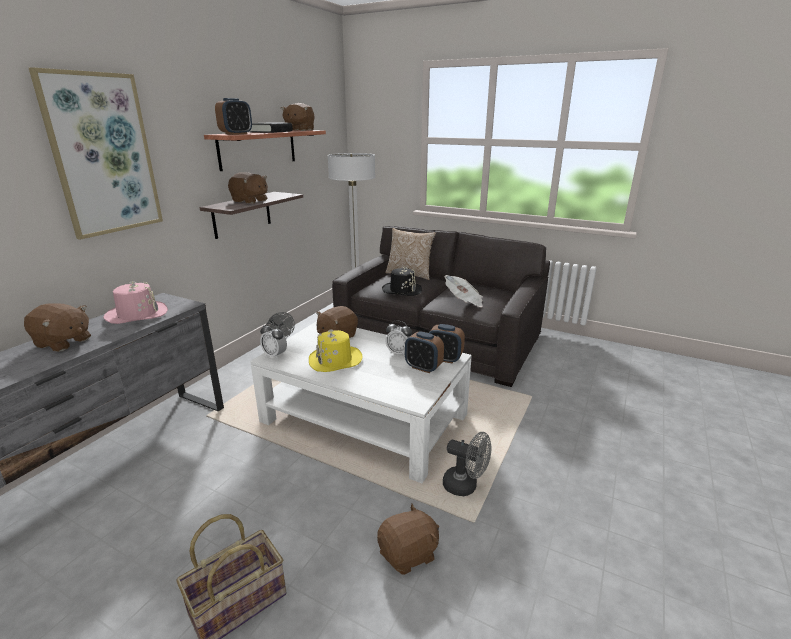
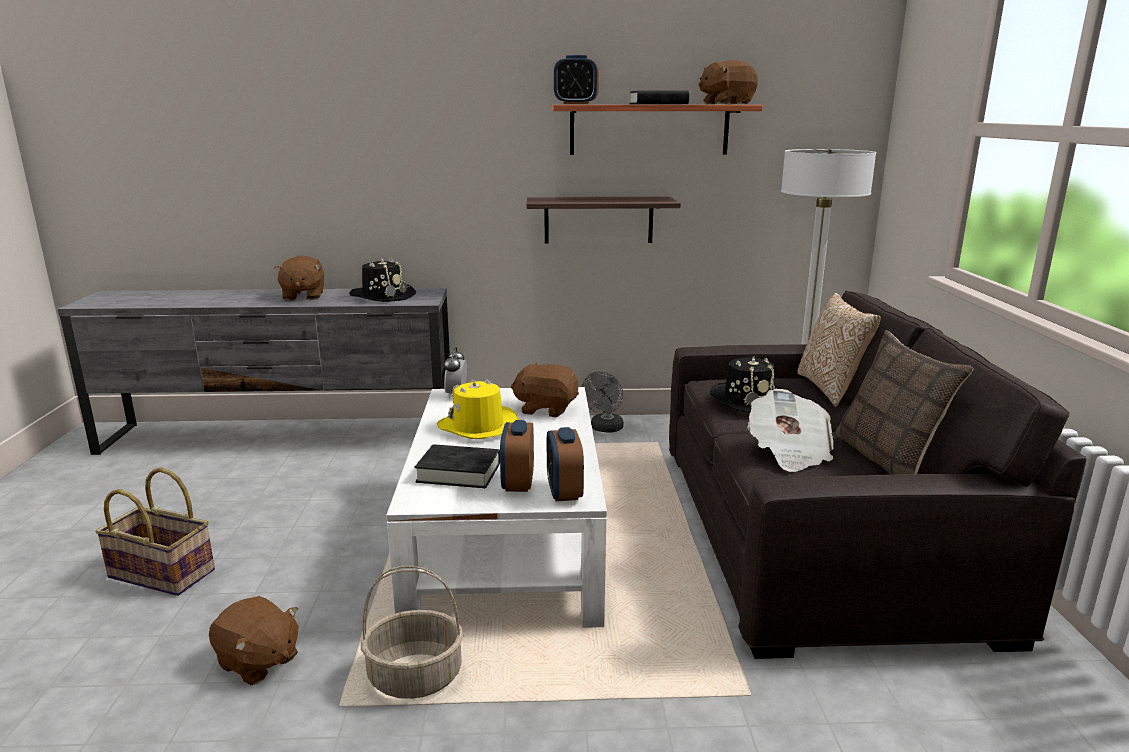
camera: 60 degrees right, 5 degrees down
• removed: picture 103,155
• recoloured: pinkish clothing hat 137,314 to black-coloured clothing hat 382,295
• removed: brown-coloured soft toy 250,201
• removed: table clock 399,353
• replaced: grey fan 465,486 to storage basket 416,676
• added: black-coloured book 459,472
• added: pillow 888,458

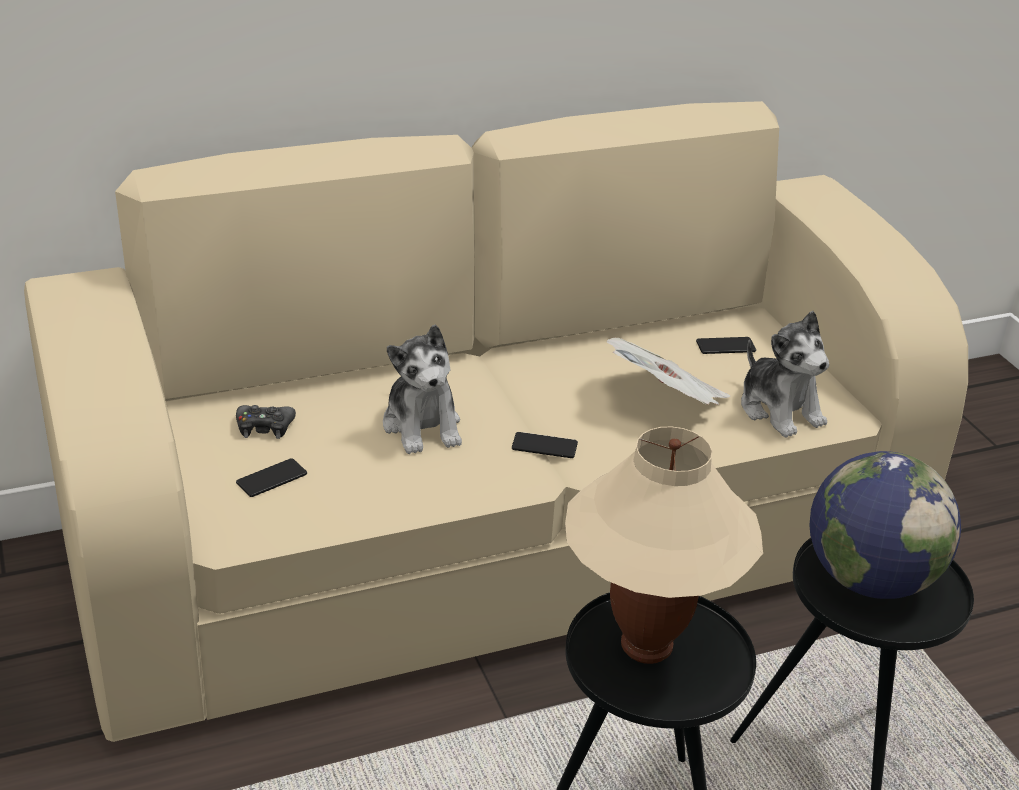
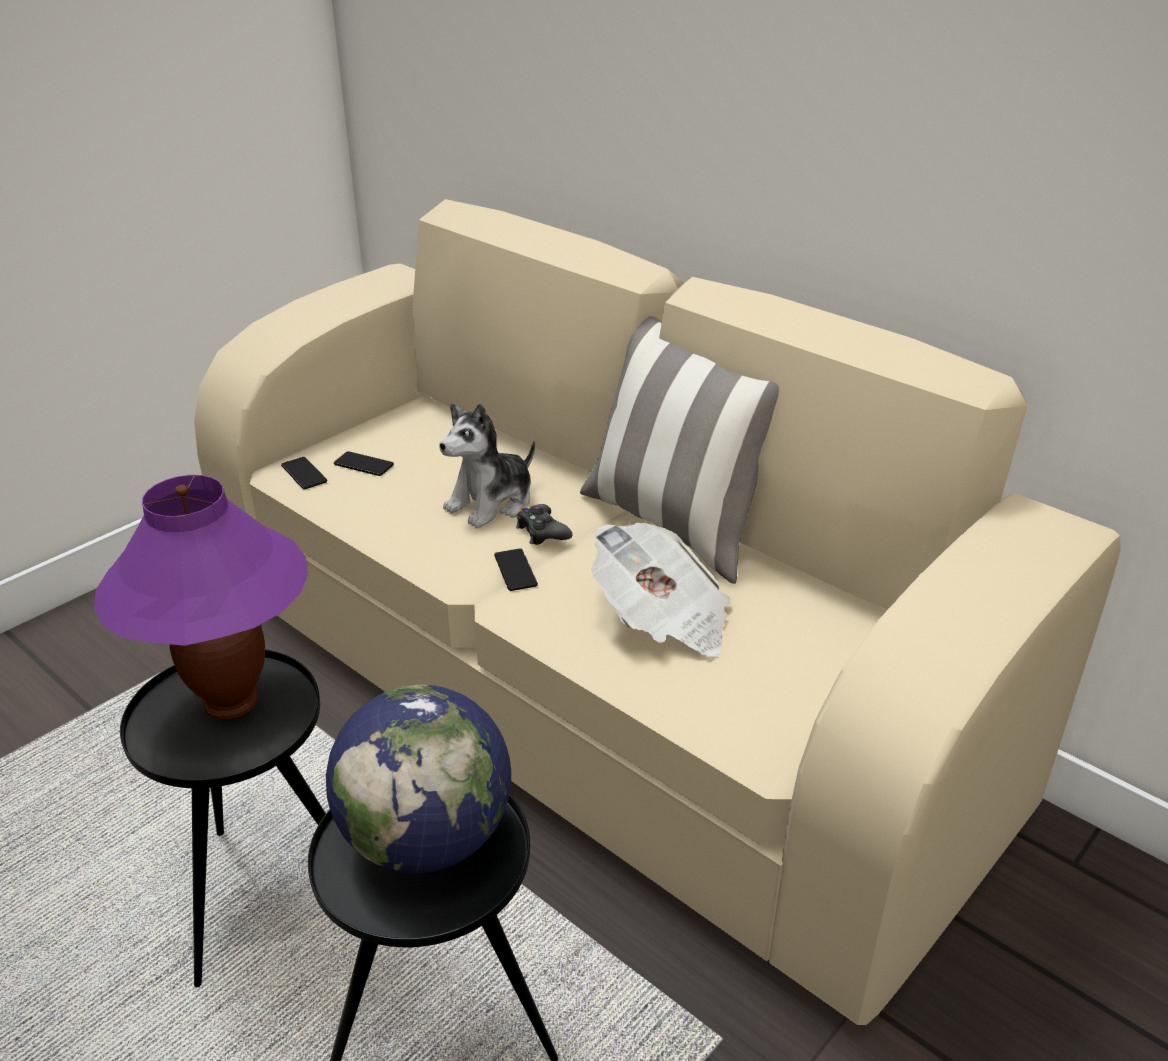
camera: 65 degrees right, 0 degrees up
• moved: black-coloured gamepad 264,427 to 542,532
• recoloured: beige tabletop lamp 646,647 to purple-coloured tabletop lamp 230,704
• moved: handset 725,346 to 304,474
• removed: soft toy 780,410
• added: pillow 677,525

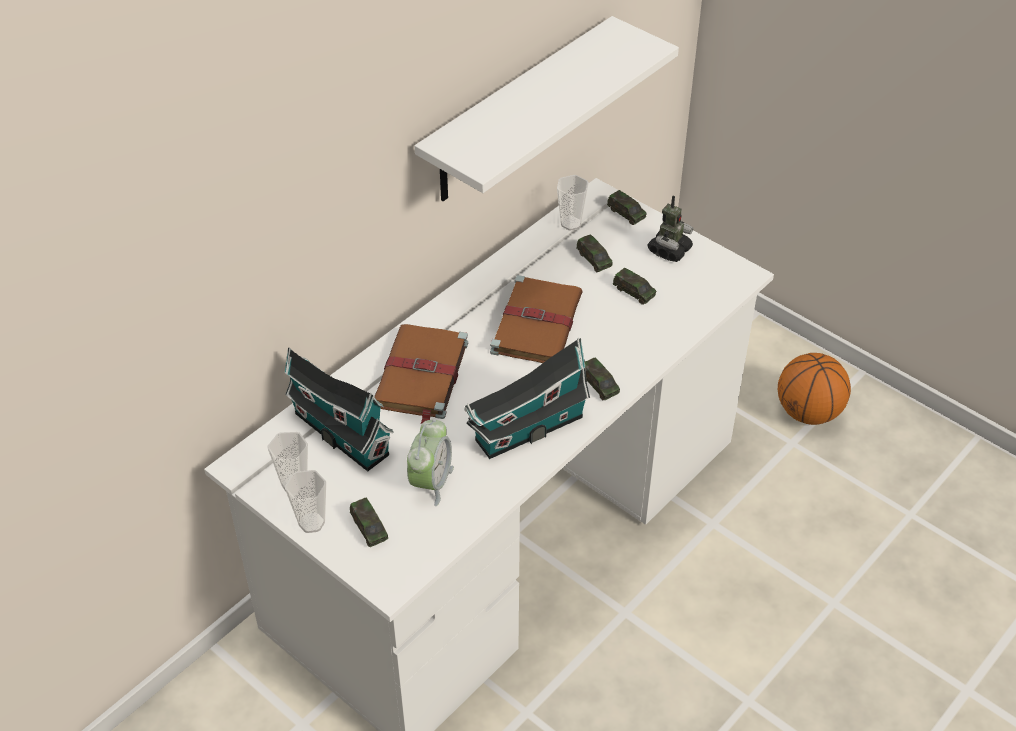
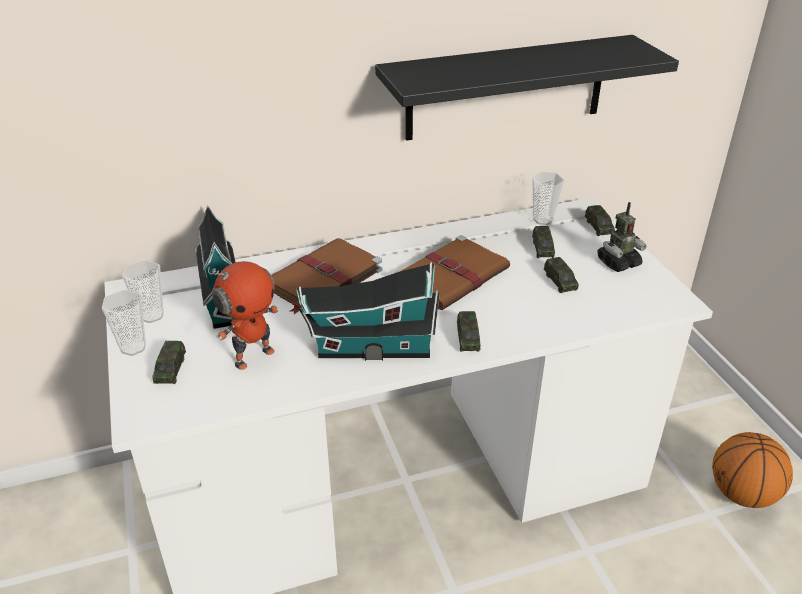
camera: 30 degrees right, 10 degrees down
• replaced: table clock 431,482 to model robot 253,356
• recoloured: whitish bracket shelf 518,112 to black-coloured bracket shelf 506,88

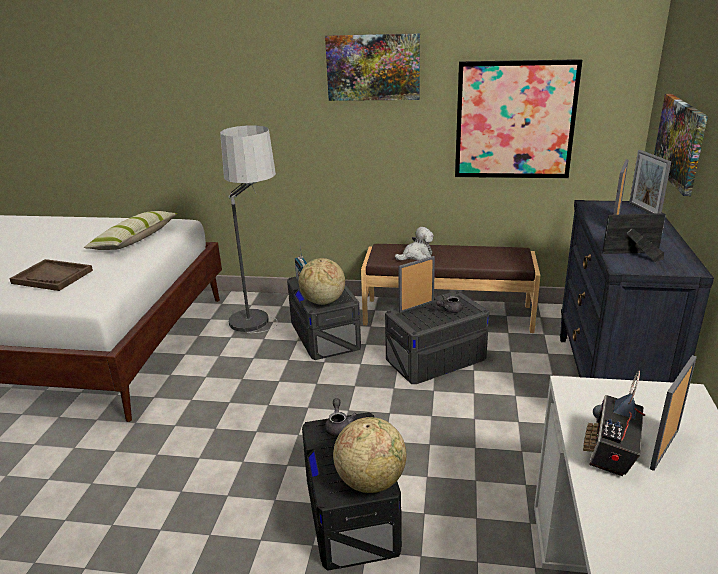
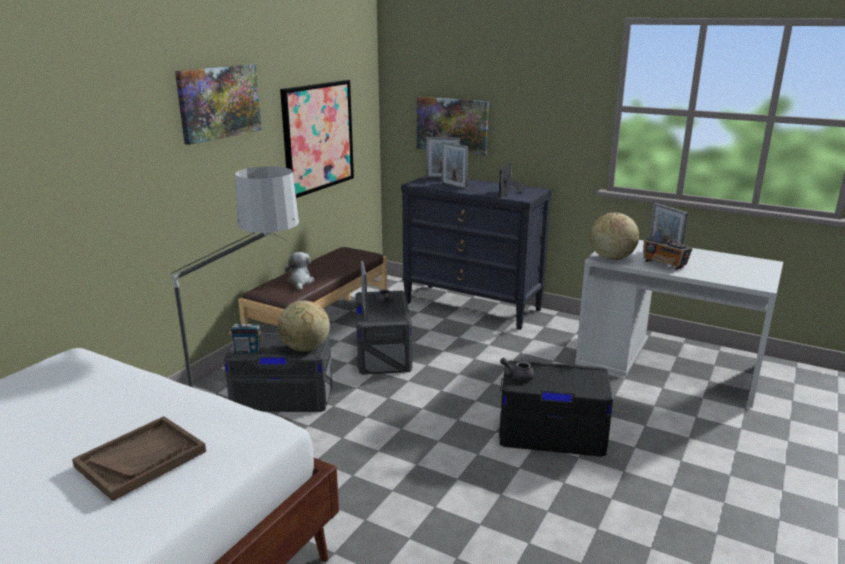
camera: 70 degrees left, 5 degrees down
• removed: pillow 135,240
• moved: desk globe 371,481 to 611,258

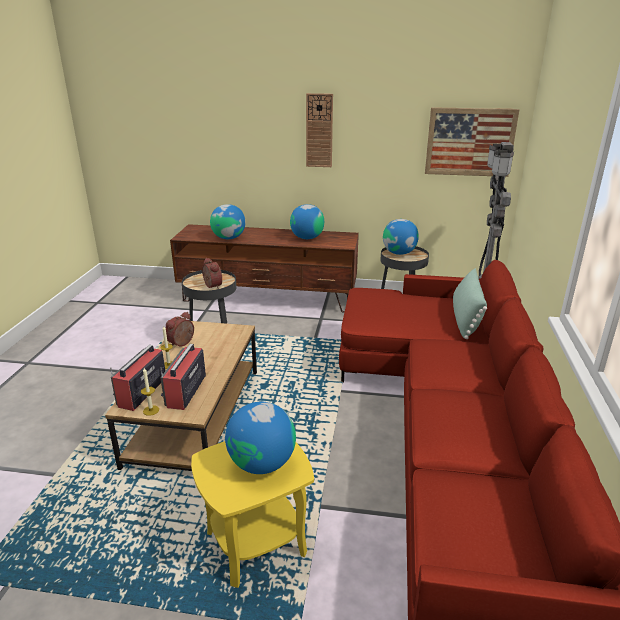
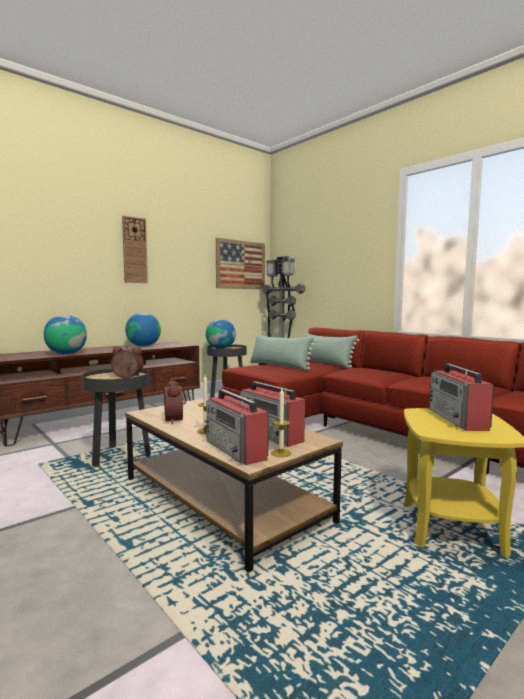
camera: 50 degrees left, 20 degrees down
• replaced: desk globe 262,463 to radio 458,419
• added: greenish pillow 280,366

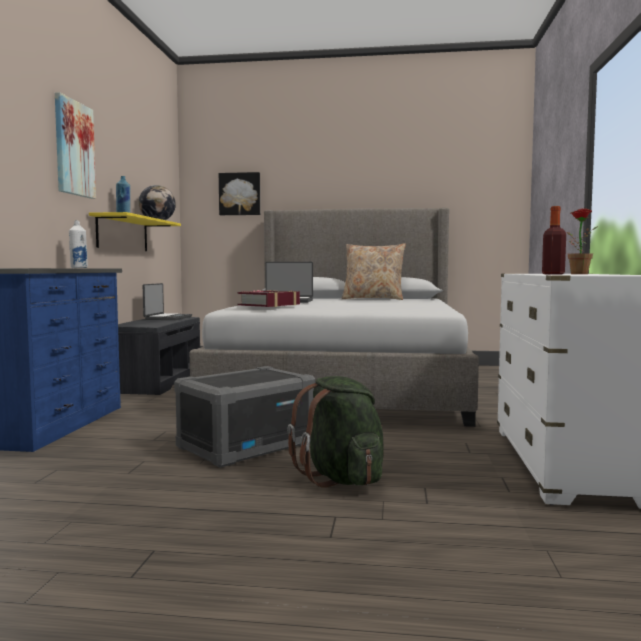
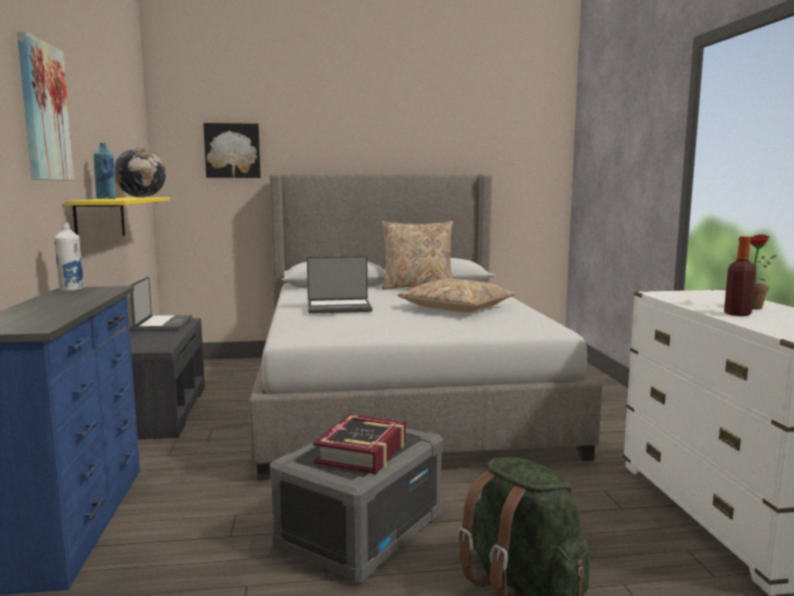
camera: 15 degrees left, 5 degrees up
• moved: book 269,305 to 362,452
• added: beige pillow 456,308

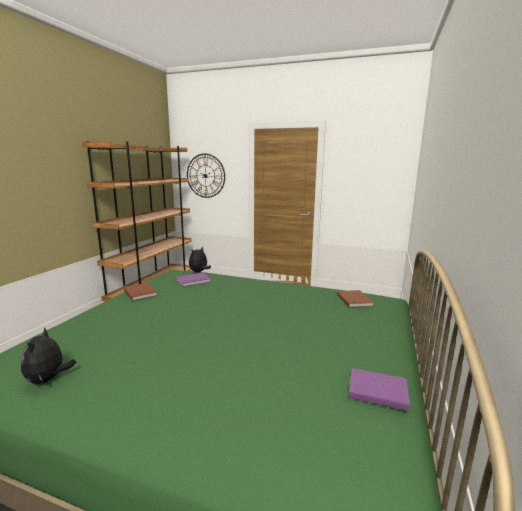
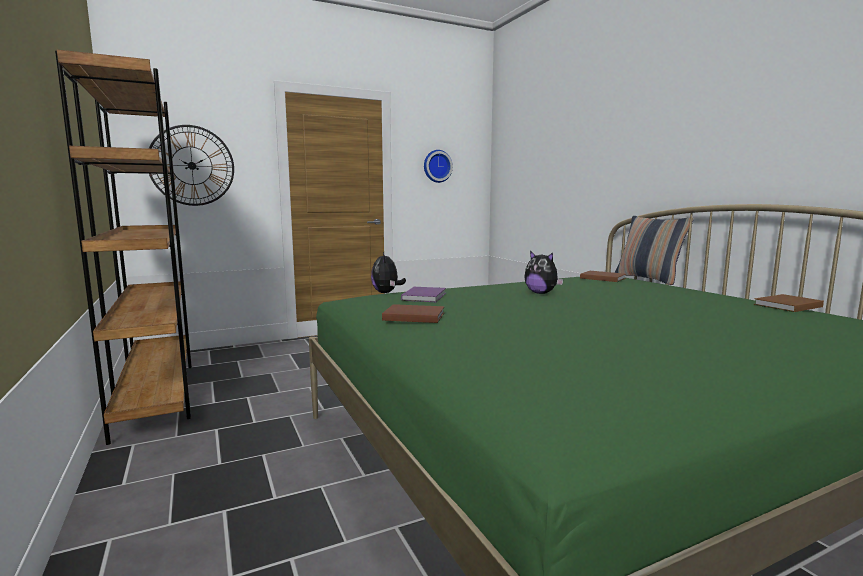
camera: 45 degrees left, 5 degrees down
• moved: soft toy 48,379 to 541,293
• recoloured: purple-coloured book 376,390 to brown-coloured book 786,305
• added: clock on the wall 437,166
• added: pillow 648,279

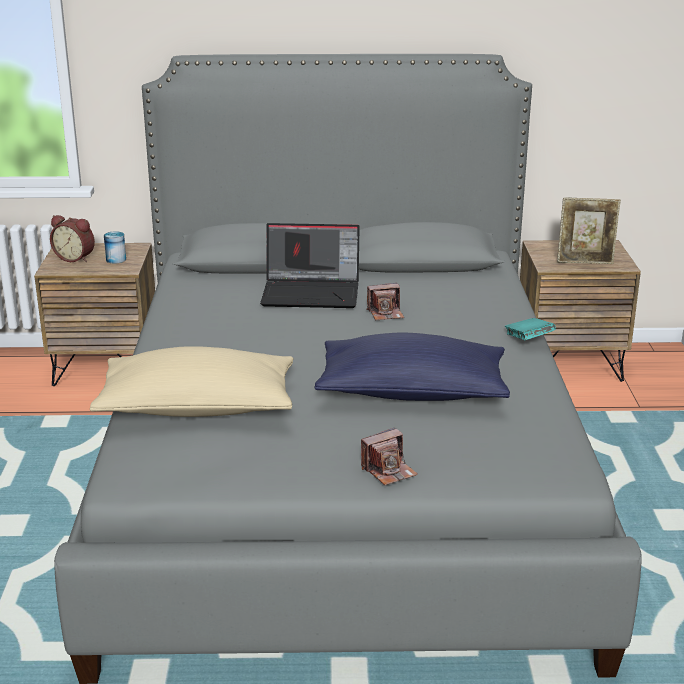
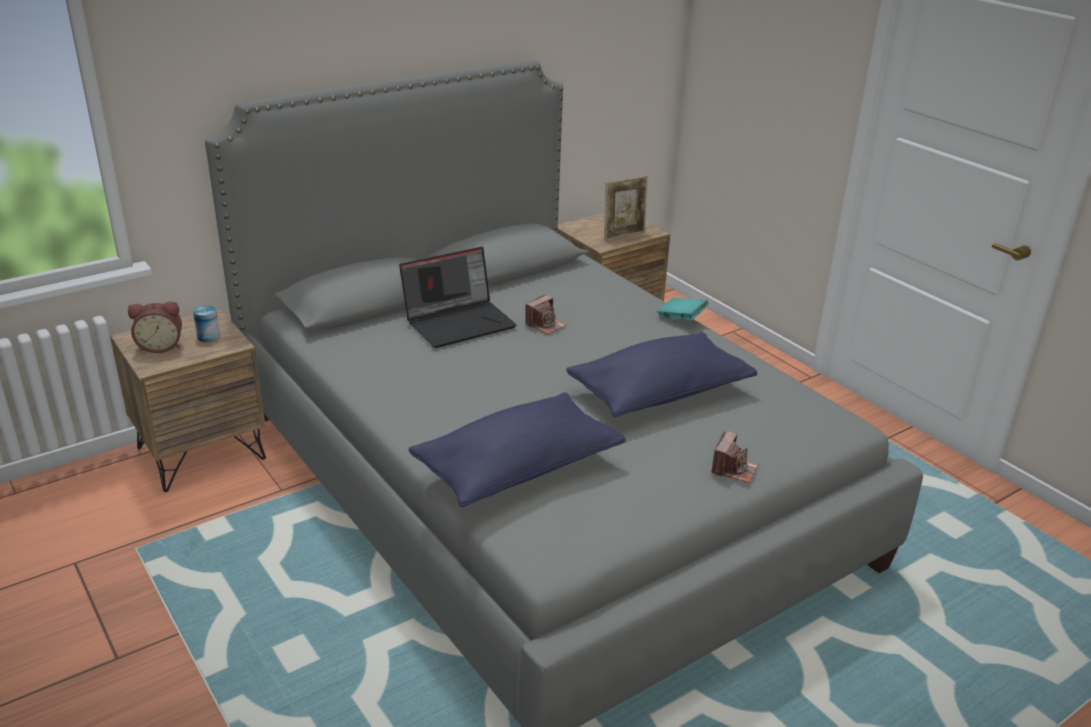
camera: 35 degrees left, 5 degrees up
• recoloured: beige pillow 197,408 to blue-coloured pillow 517,468

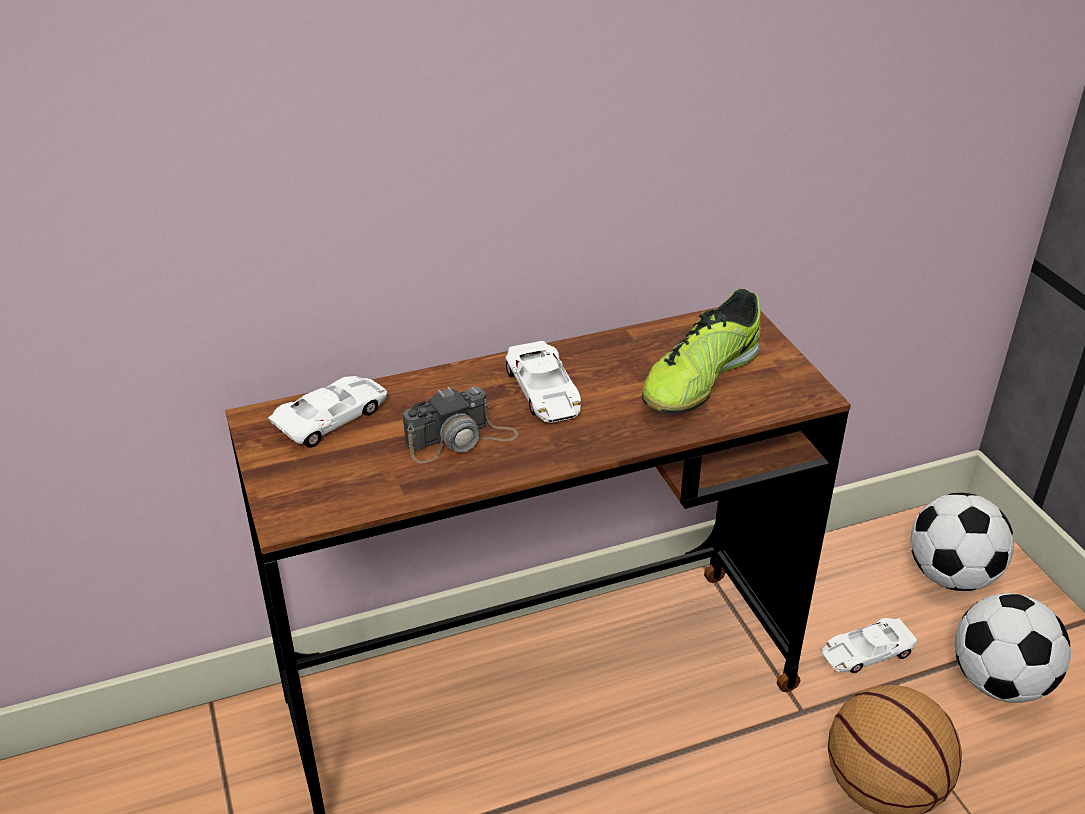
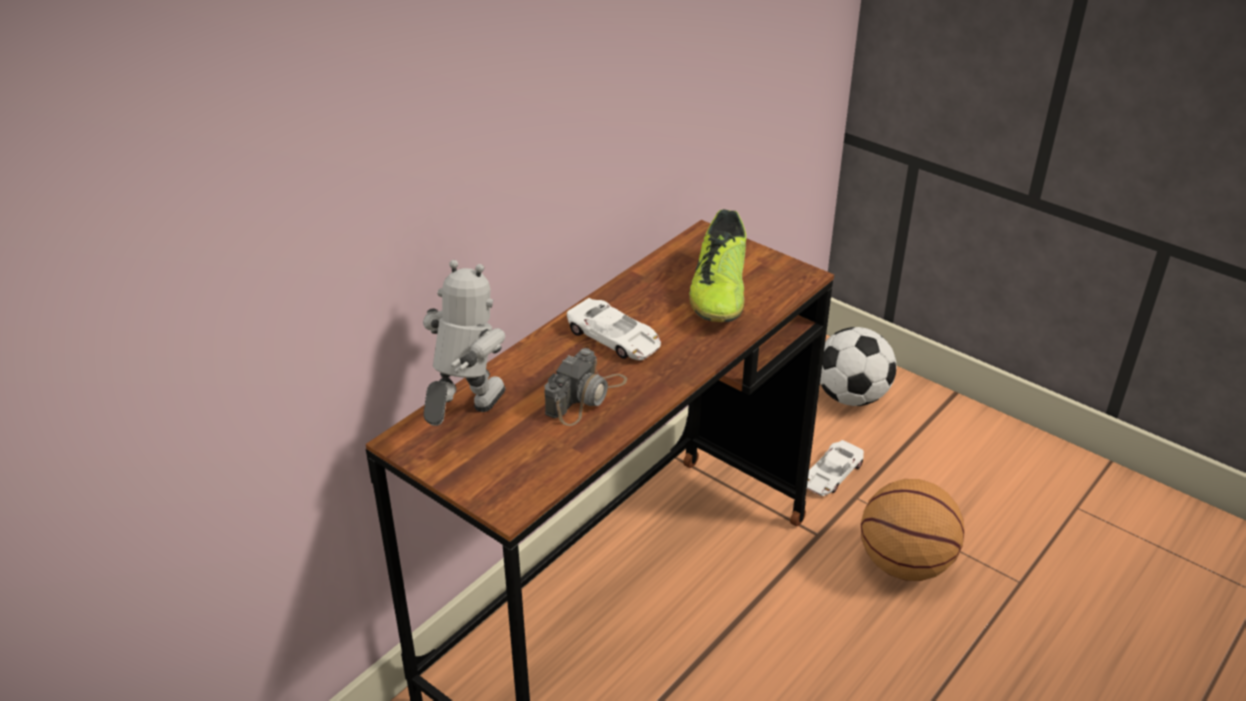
camera: 30 degrees left, 0 degrees up
• replaced: whitish toy car 332,417 to model robot 466,416
• removed: football ball 998,682

